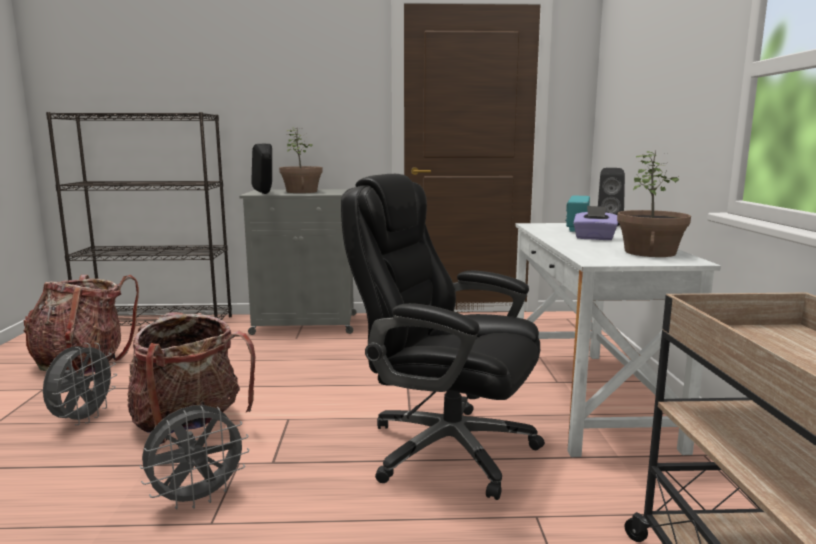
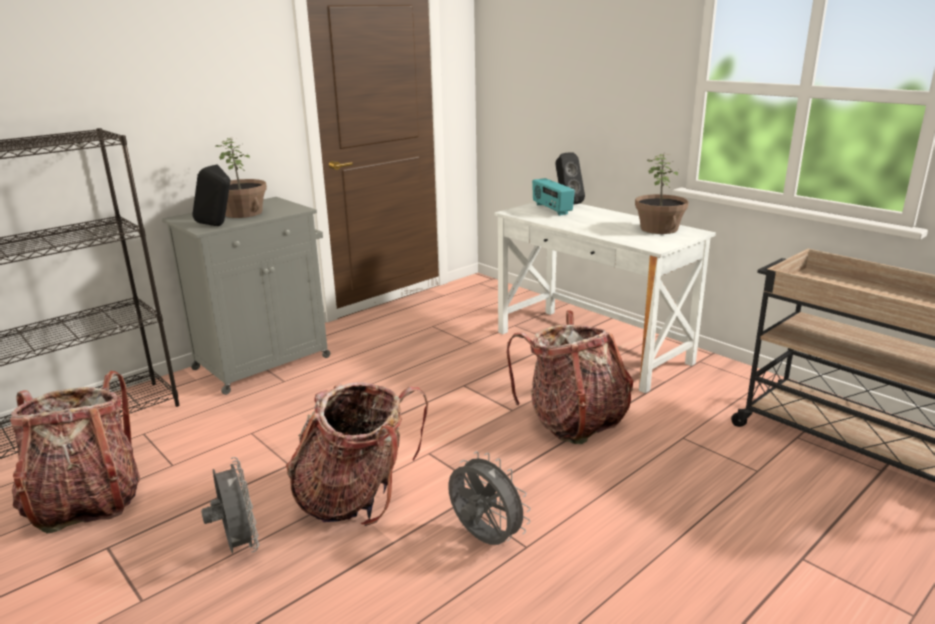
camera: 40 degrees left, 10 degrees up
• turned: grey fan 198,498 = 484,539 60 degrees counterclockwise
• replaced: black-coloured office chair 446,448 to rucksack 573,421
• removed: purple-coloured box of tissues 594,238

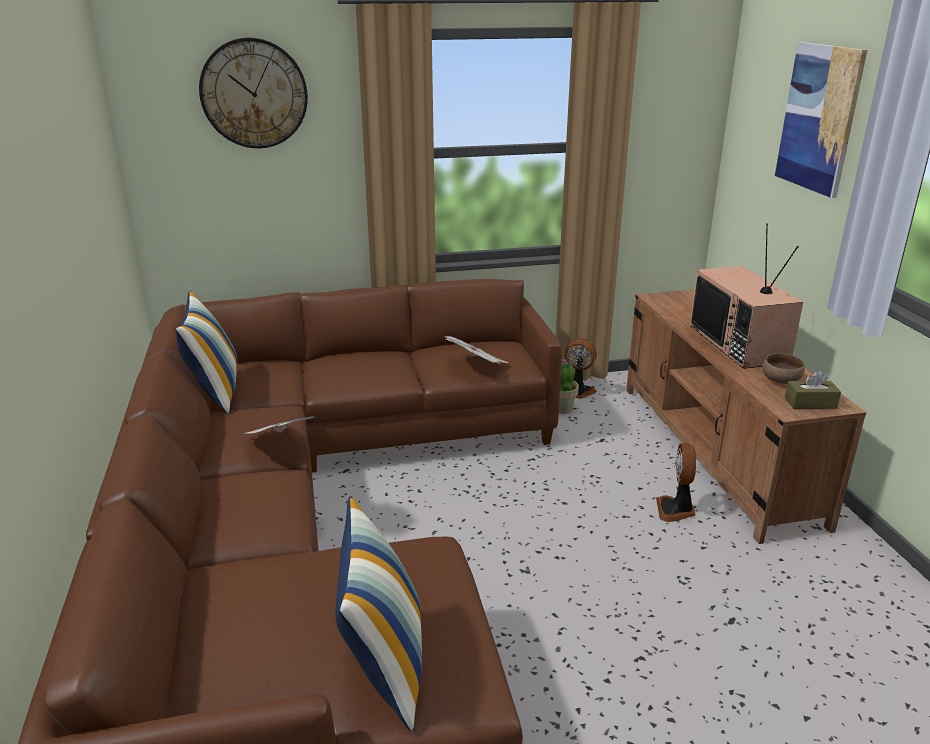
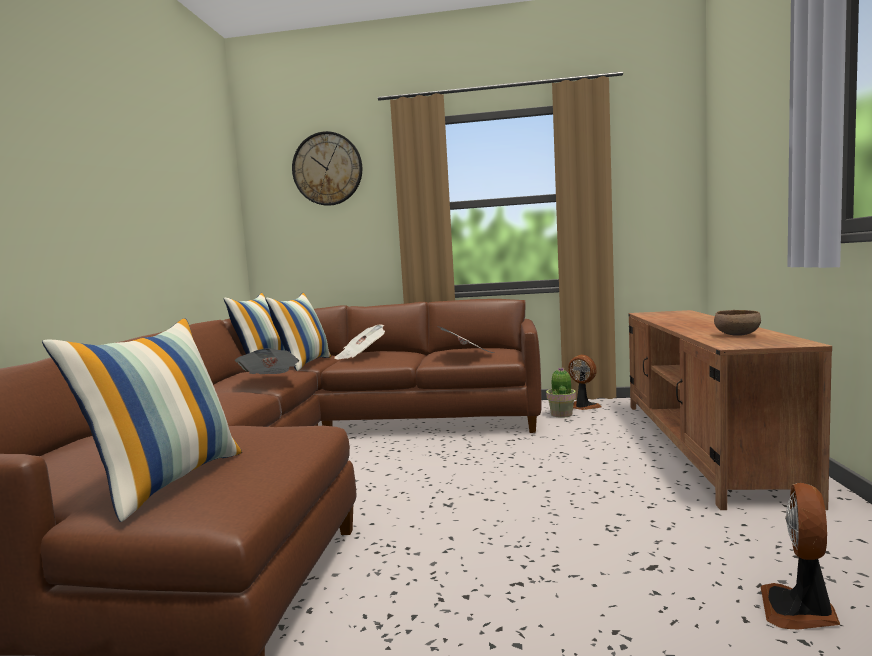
camera: 20 degrees right, 20 degrees down
• moved: fan 676,510 to 799,611
• removed: television 740,344
• removed: picture 819,118
• removed: brown-coloured box of tissues 810,403
• added: pillow 304,364
• added: newspaper 360,356

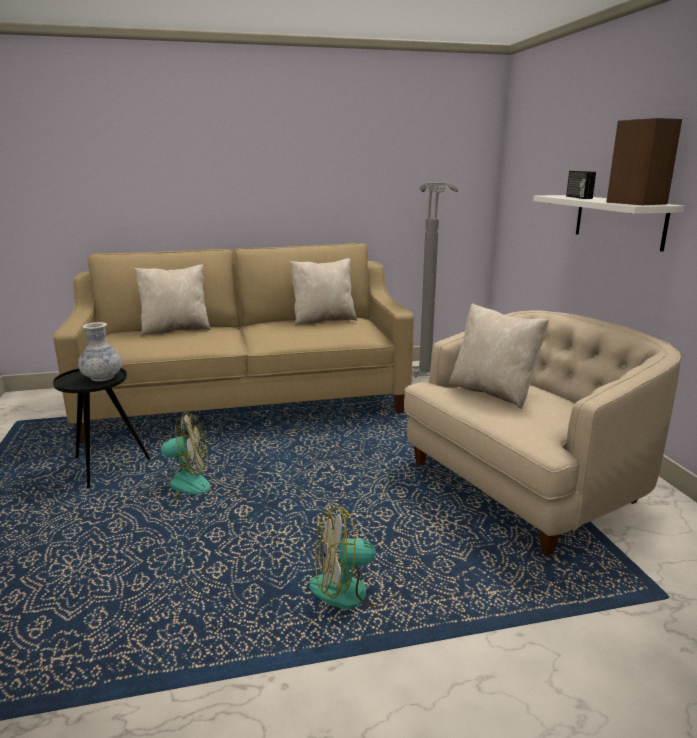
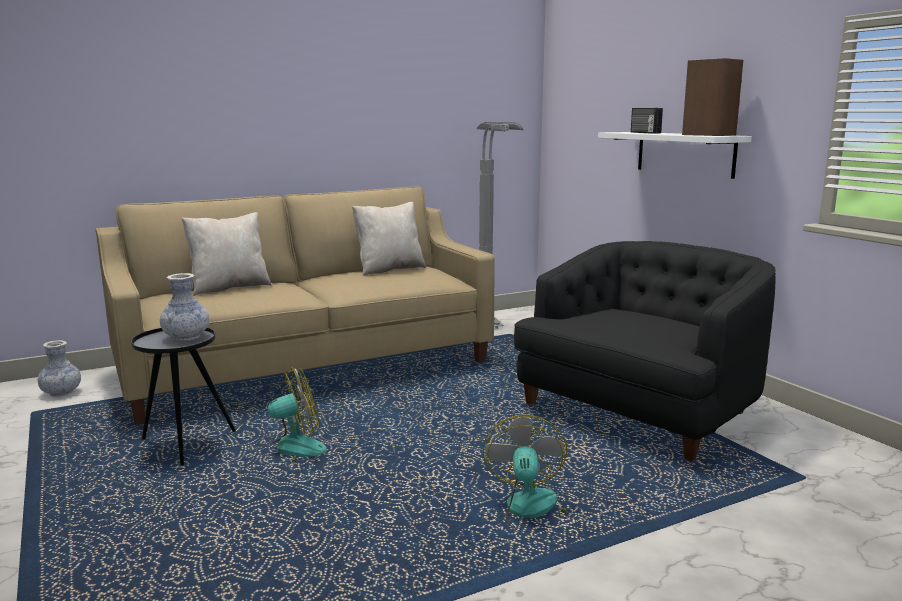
camera: 15 degrees left, 5 degrees down
• turned: fan 352,590 = 533,513 120 degrees clockwise
• recoloured: beige lounge chair 524,485 to black-coloured lounge chair 639,410
• removed: beige pillow 493,392
• added: decorative vase 61,392

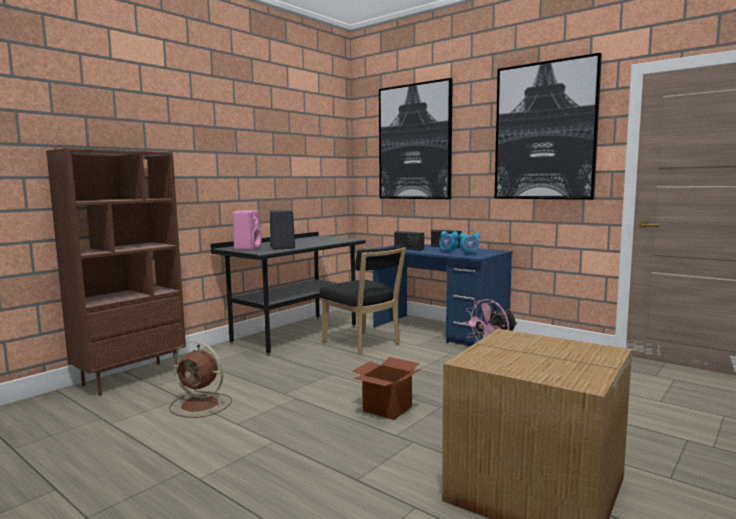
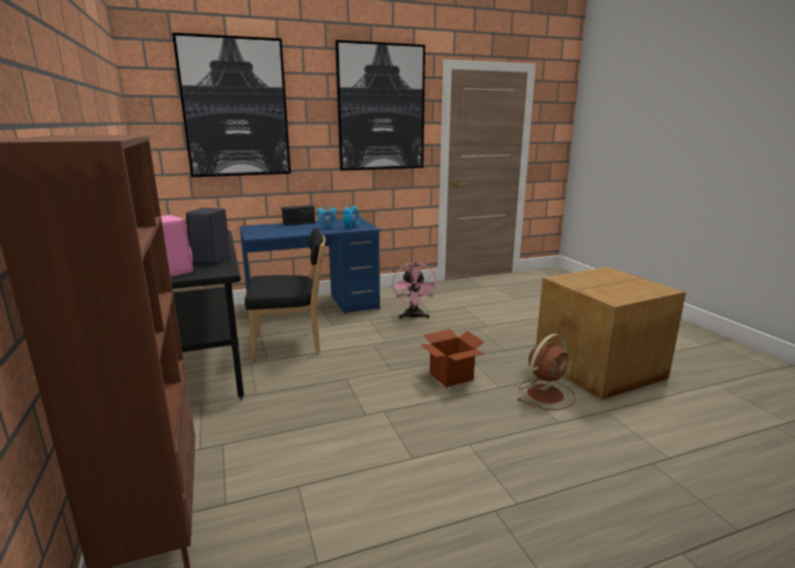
camera: 60 degrees left, 10 degrees up
• moved: brown-coloured fan 201,405 to 546,394
• removed: radio 409,249

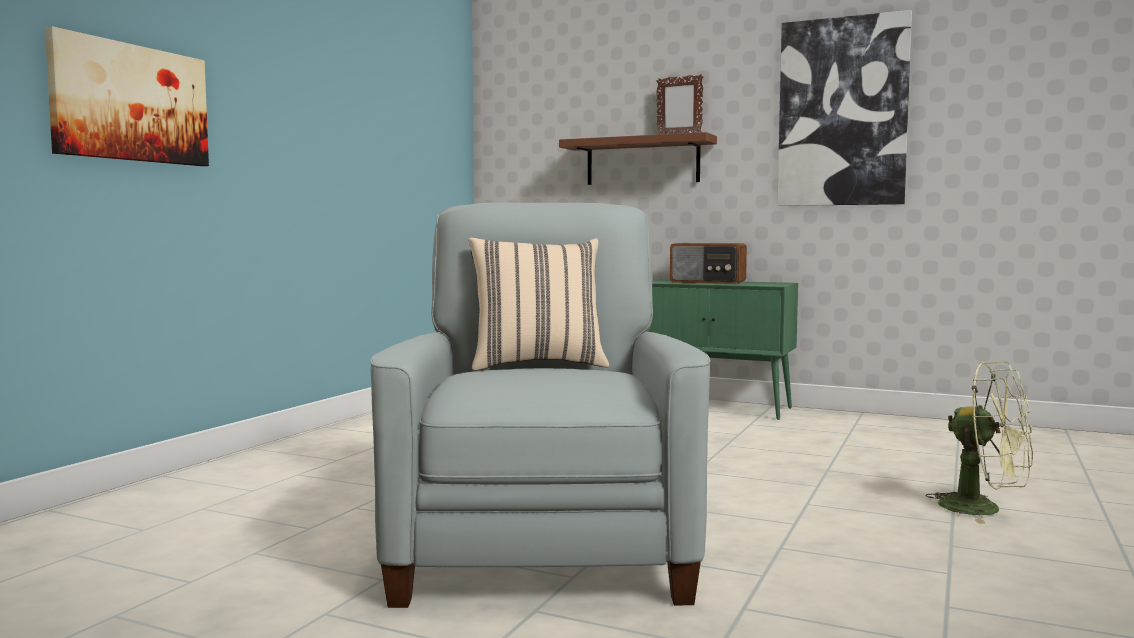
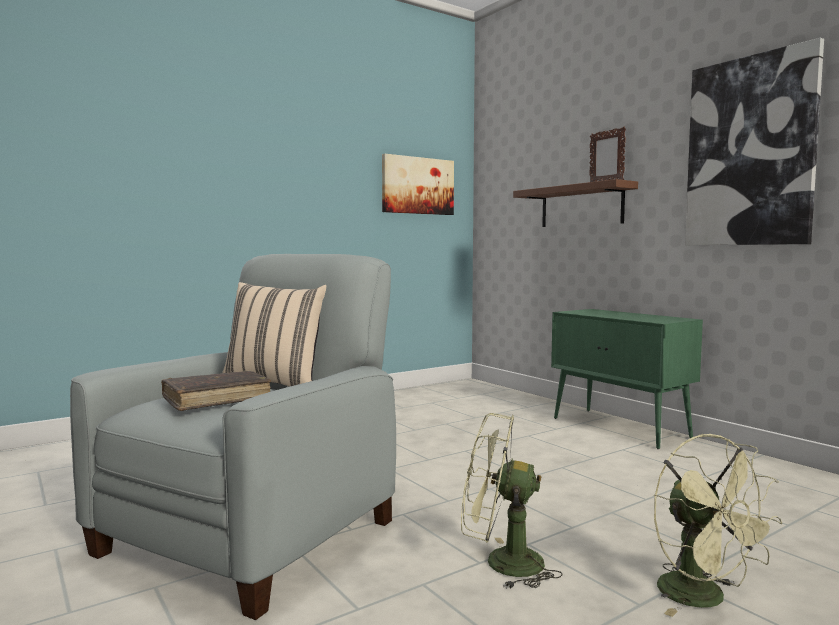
camera: 30 degrees right, 0 degrees up
• moved: picture 130,103 to 417,185
• removed: radio 708,282
• added: brown-coloured book 216,400
• added: greenish fan 501,563

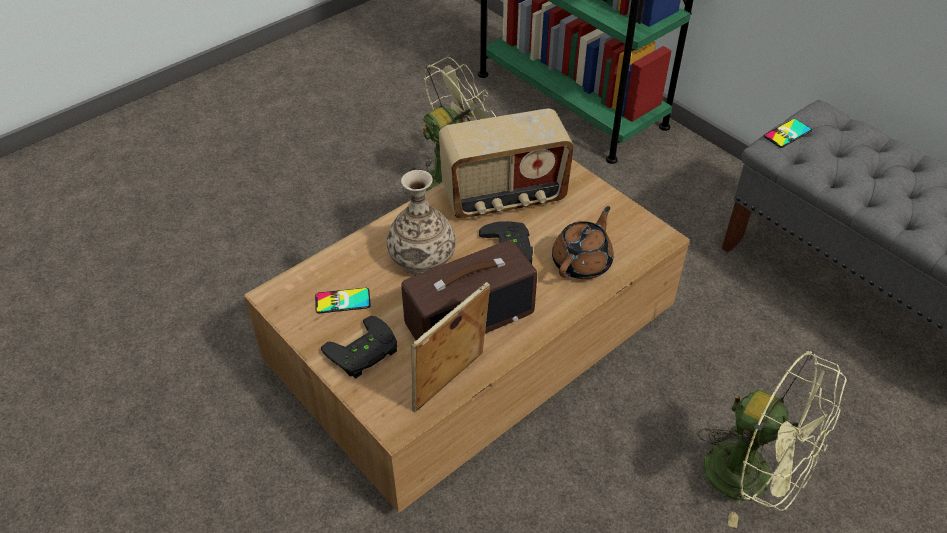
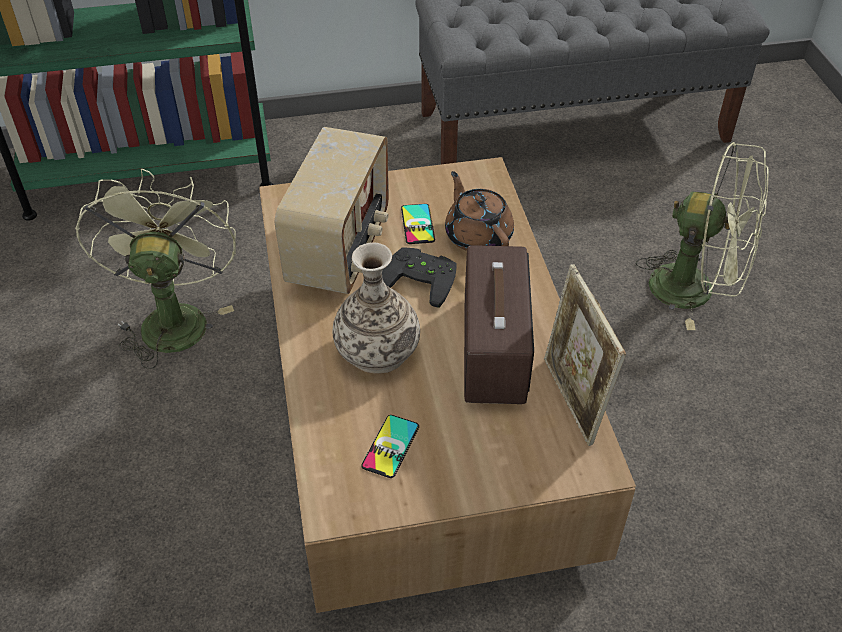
camera: 60 degrees left, 0 degrees up
• removed: black-coloured gamepad 364,353
• turned: greenish fan 752,479 = 696,290 45 degrees clockwise
• moved: handset 787,133 to 417,224

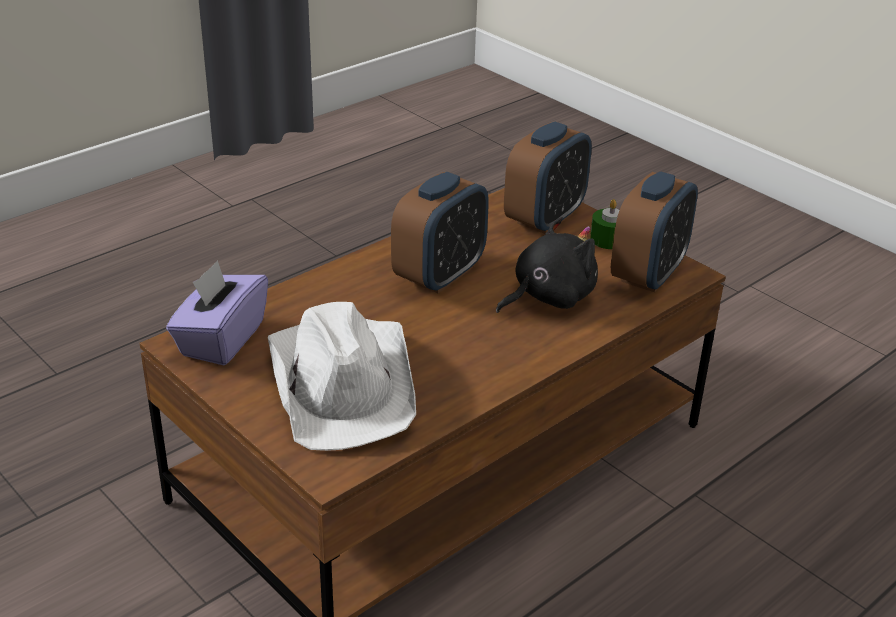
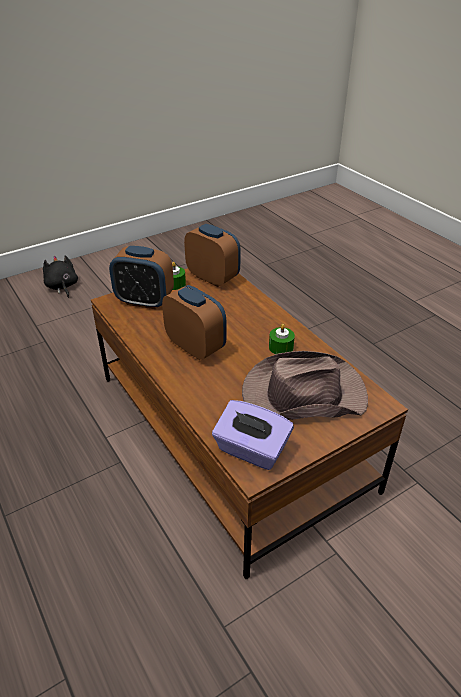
camera: 80 degrees left, 5 degrees up
• recoloured: whitish clothing hat 344,383 to brown-coloured clothing hat 302,394
• moved: black-coloured soft toy 548,297 to 62,287
• turned: table clock 545,218 = 144,301 150 degrees clockwise
• added: greenish candle 281,347

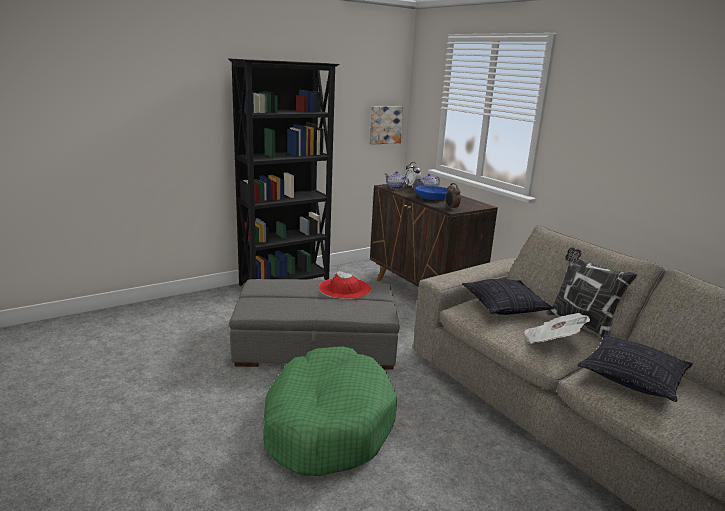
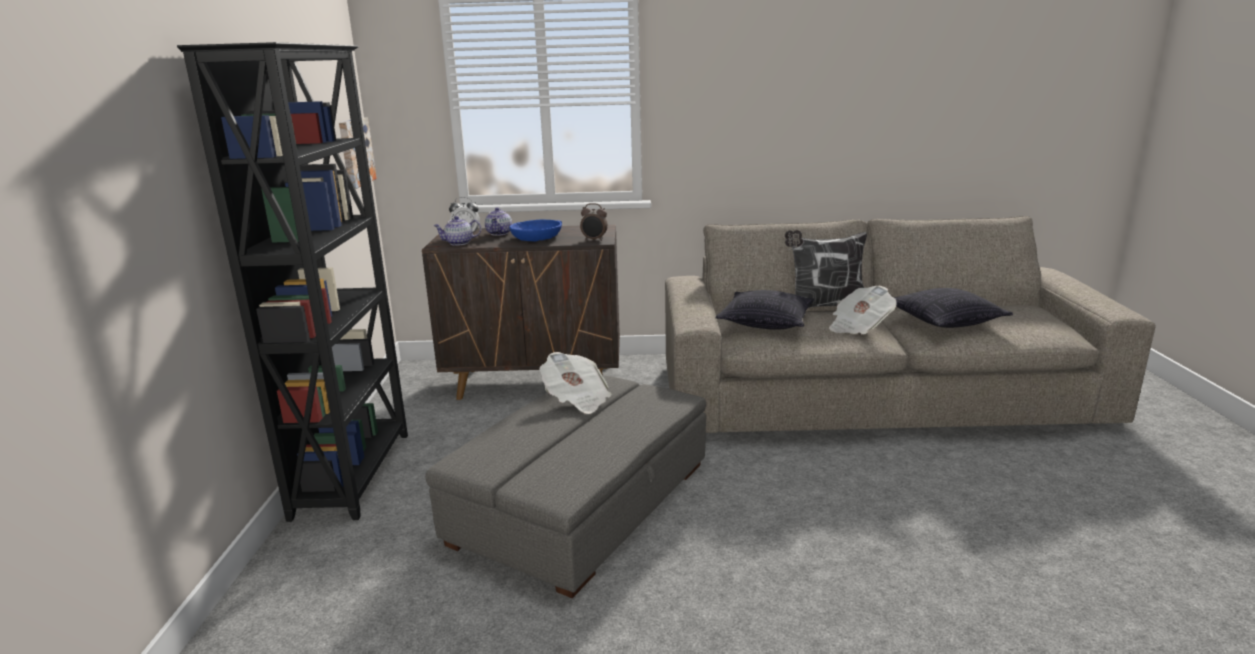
camera: 55 degrees left, 0 degrees up
• removed: greenish dog cushion 327,424
• replaced: red-coloured clothing hat 345,288 to newspaper 576,399

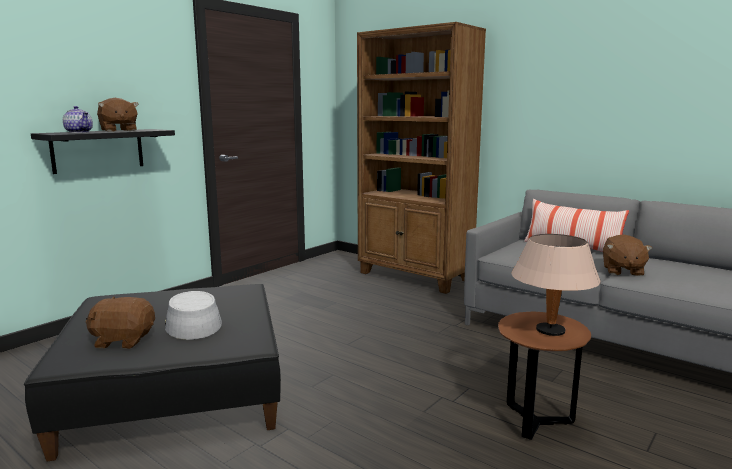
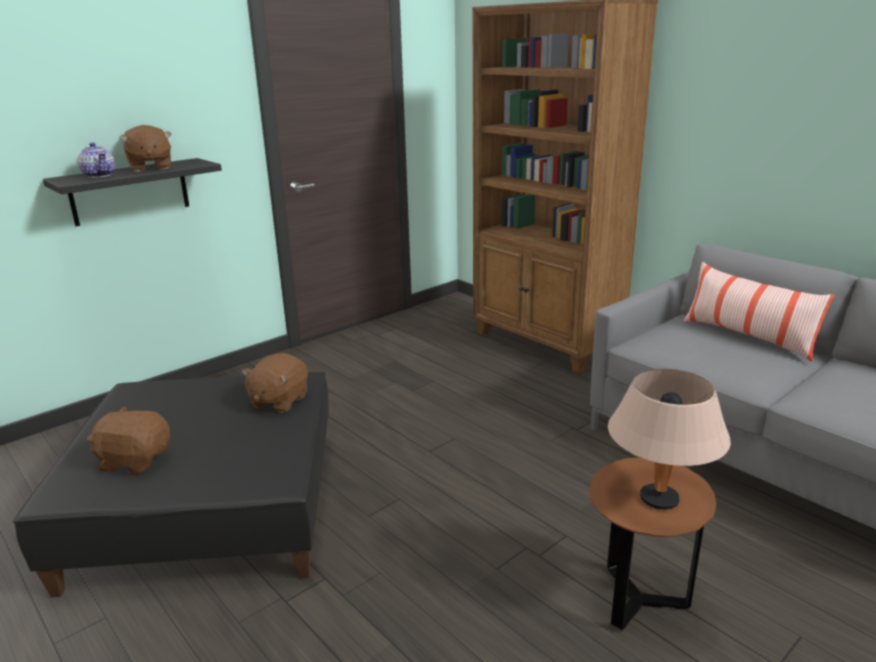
camera: 10 degrees right, 10 degrees up
• removed: grey clothing hat 192,323
• moved: brown-coloured soft toy 622,271 to 278,401

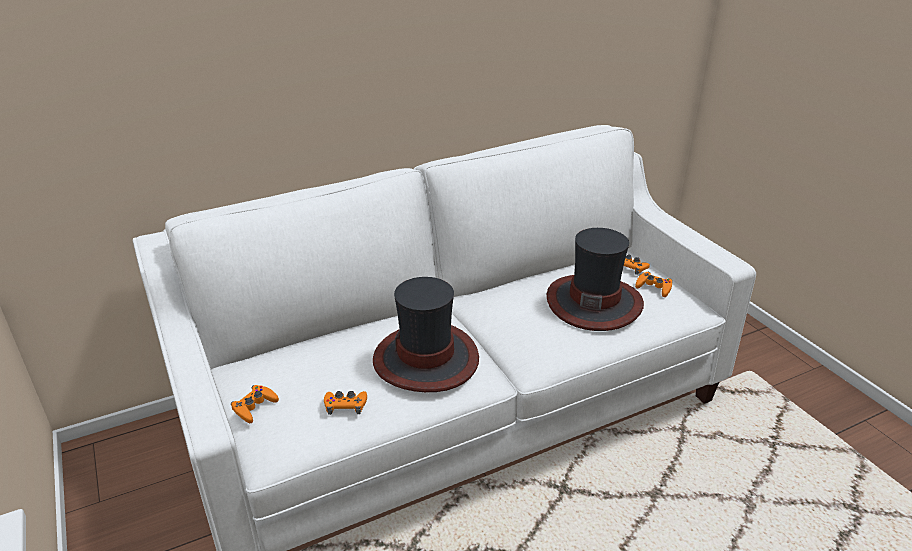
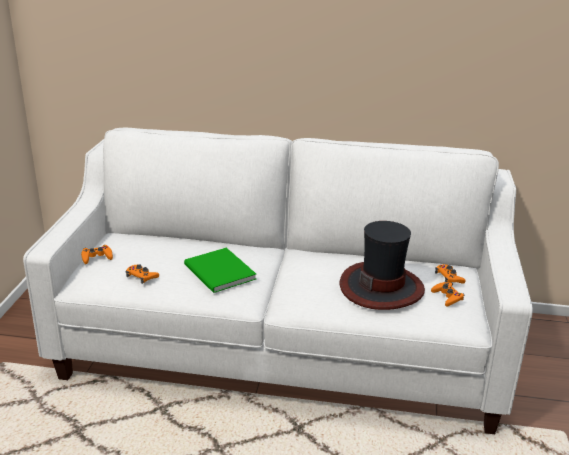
camera: 35 degrees right, 5 degrees down
• replaced: clothing hat 426,359 to greenish book 219,273

